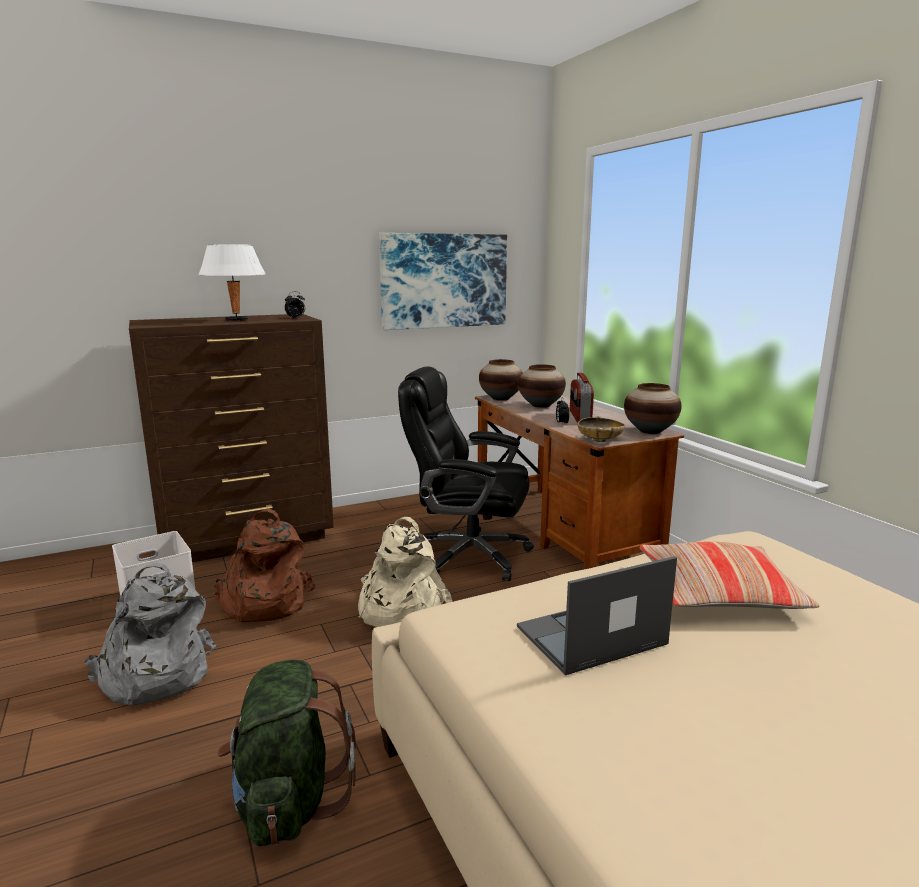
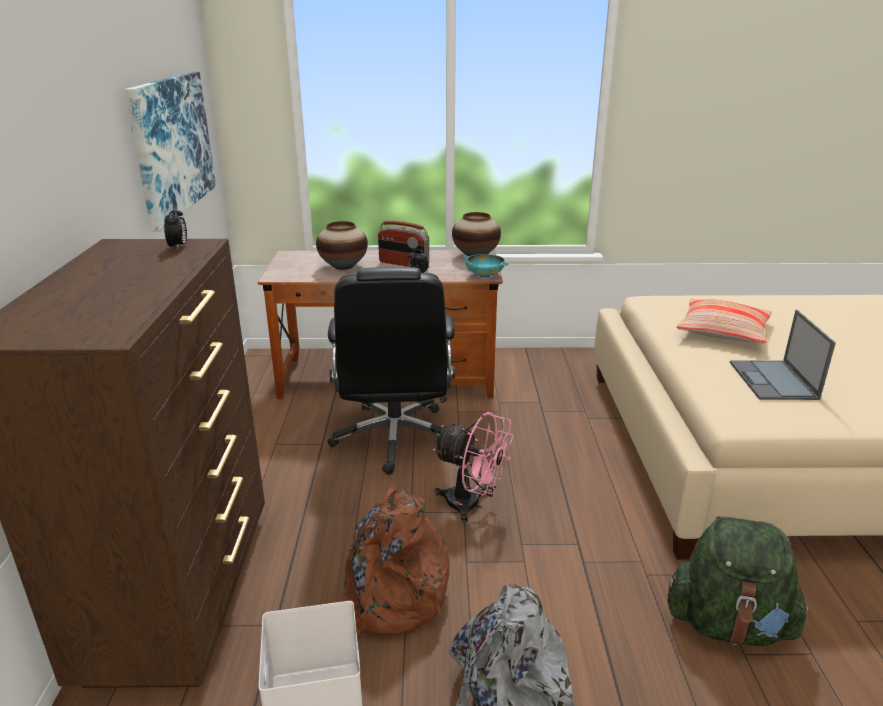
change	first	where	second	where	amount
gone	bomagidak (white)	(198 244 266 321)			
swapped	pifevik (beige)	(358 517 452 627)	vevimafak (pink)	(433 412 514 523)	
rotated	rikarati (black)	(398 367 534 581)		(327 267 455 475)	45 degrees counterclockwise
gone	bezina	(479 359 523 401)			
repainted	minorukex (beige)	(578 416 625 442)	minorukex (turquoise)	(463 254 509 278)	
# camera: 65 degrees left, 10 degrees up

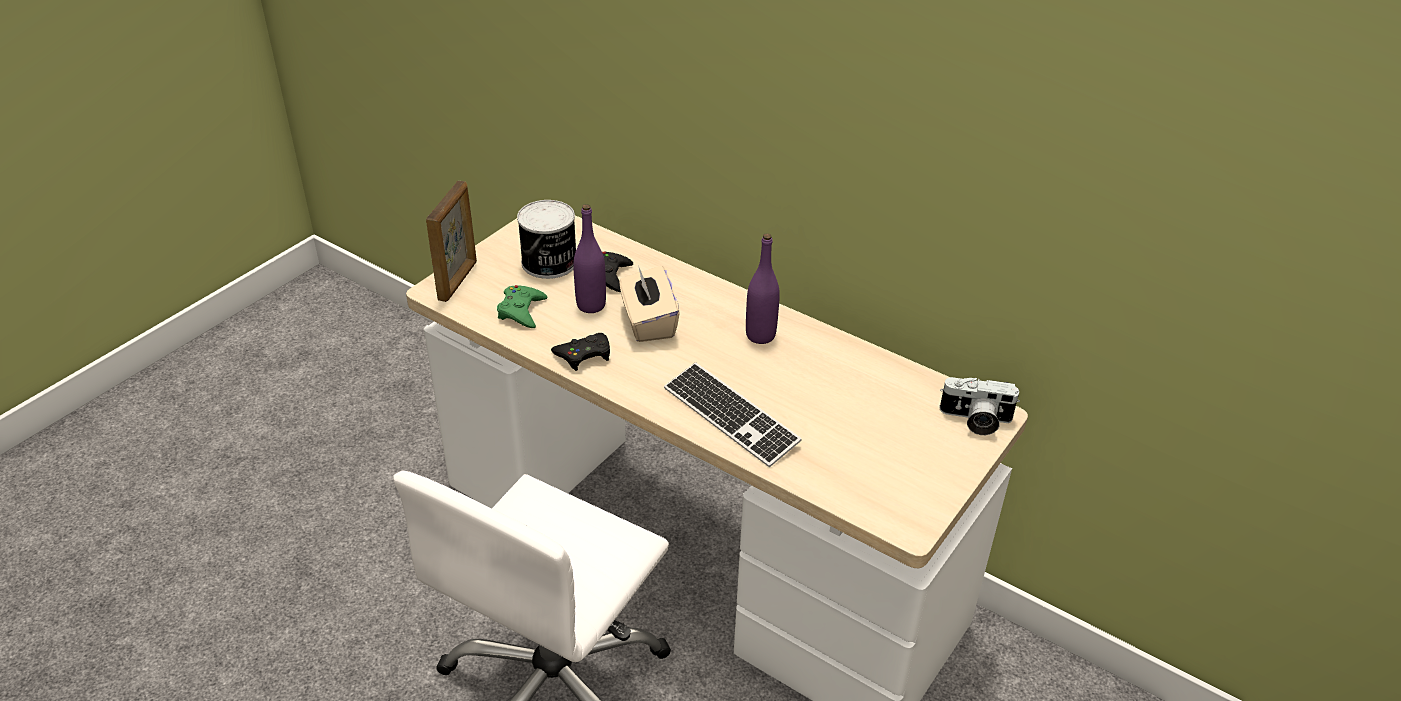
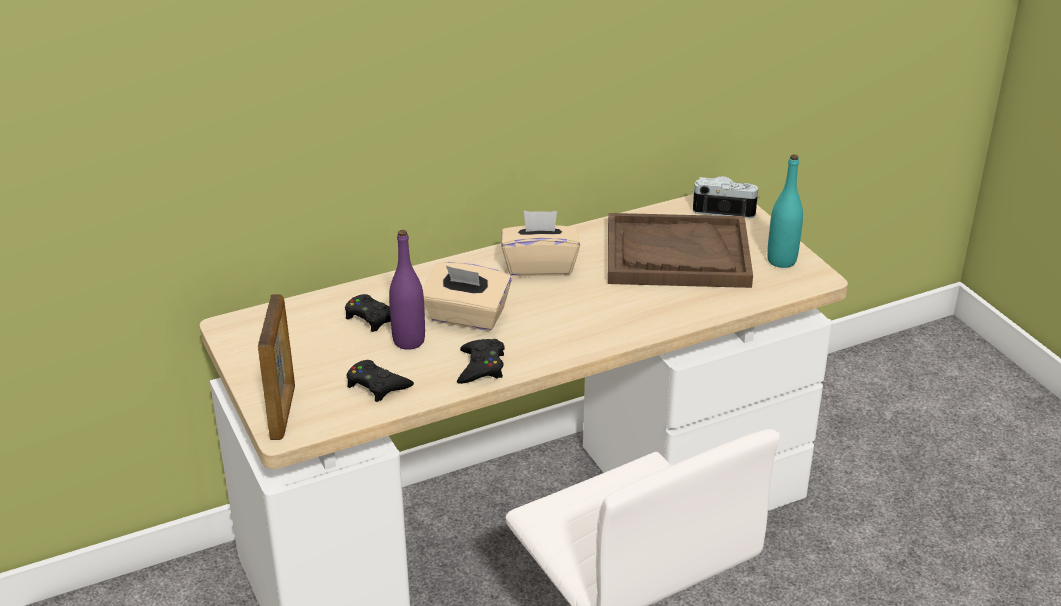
change	first	where	second	where	amount
rotated	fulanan	(426 181 477 302)		(258 294 295 440)	45 degrees clockwise
repainted	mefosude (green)	(497 285 547 328)	mefosude (black)	(347 360 414 402)	
gone	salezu	(517 200 576 279)			
gone	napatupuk	(664 362 802 467)			
swapped	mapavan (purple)	(746 233 780 344)	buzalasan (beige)	(502 211 580 276)	
rotated	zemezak	(939 377 1020 435)		(692 176 760 218)	120 degrees counterclockwise
new			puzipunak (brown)	(608 213 753 288)	
new			mapavan (turquoise)	(767 155 803 268)	
# camera: 60 degrees left, 5 degrees down

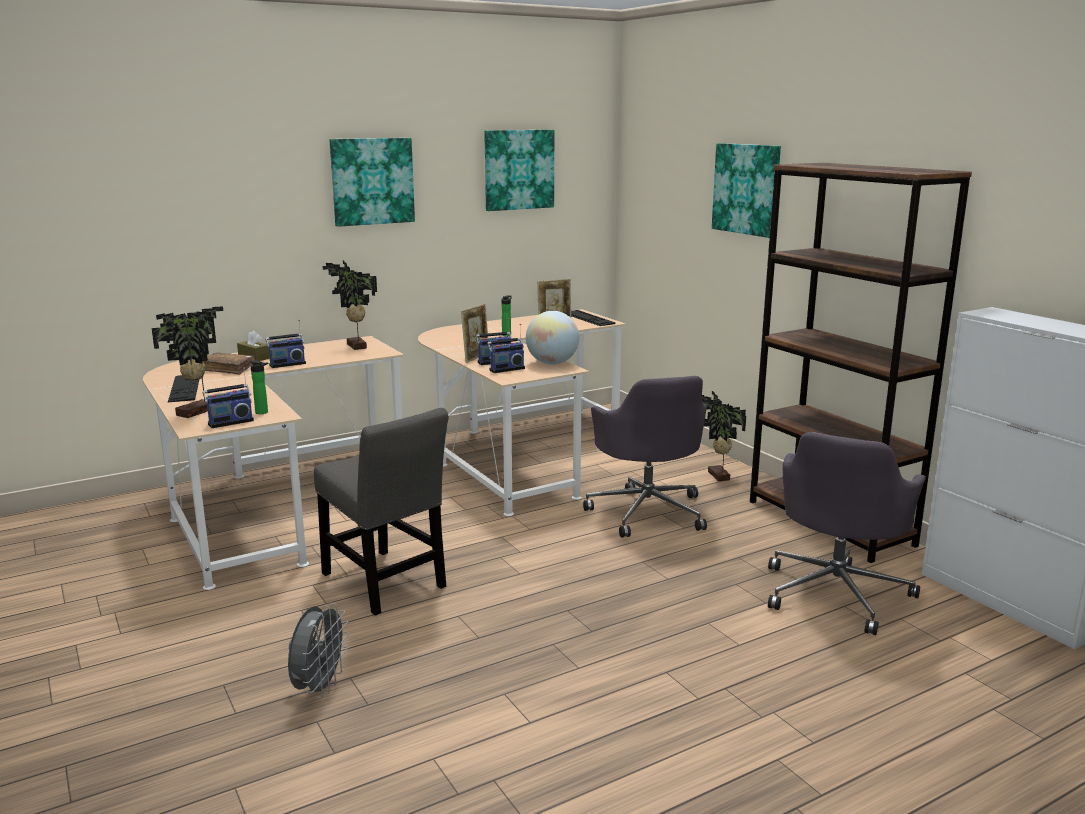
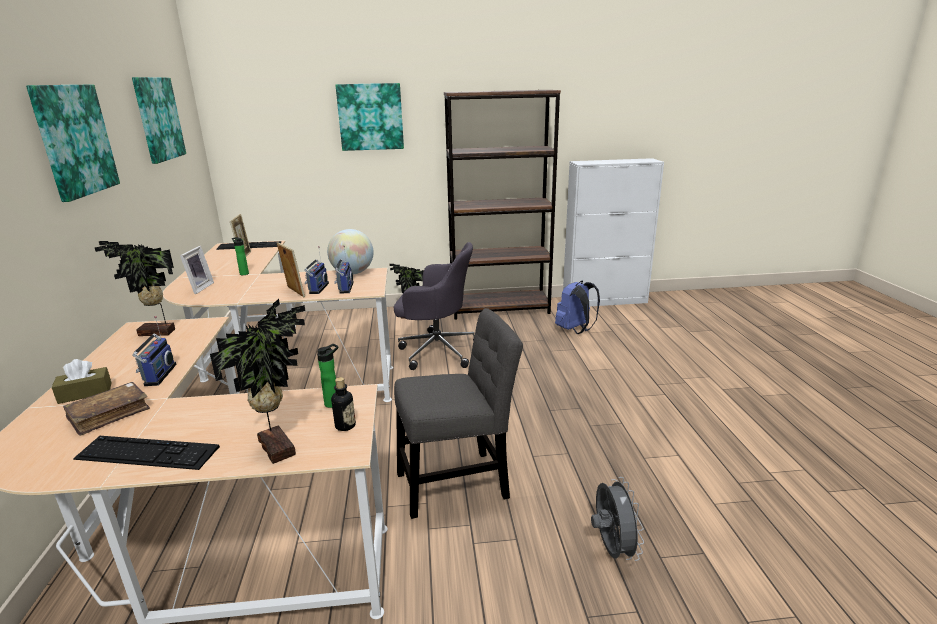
change	first	where	second	where	amount
swapped	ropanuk	(203 367 254 428)	mapavan	(331 377 356 431)	
rotated	vevimafak (grey)	(288 603 349 698)		(591 477 644 561)	45 degrees clockwise
swapped	rikarati (grey)	(768 432 926 635)	pifevik (blue)	(555 281 600 334)	
new			fulanan	(180 246 214 294)	
# camera: 65 degrees left, 5 degrees up

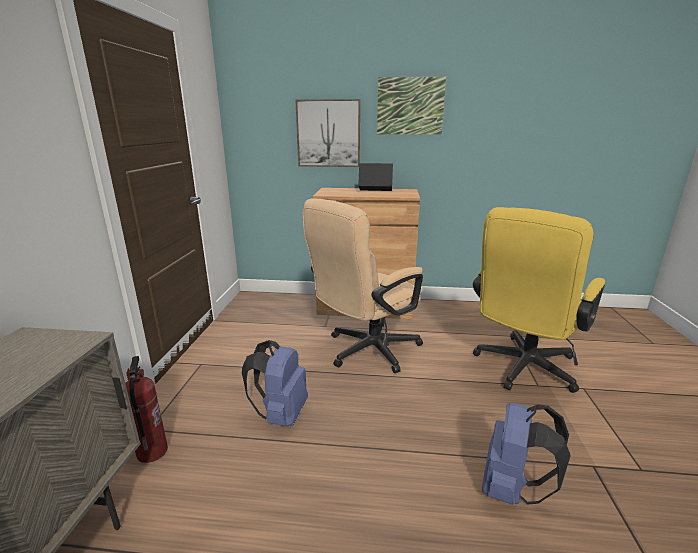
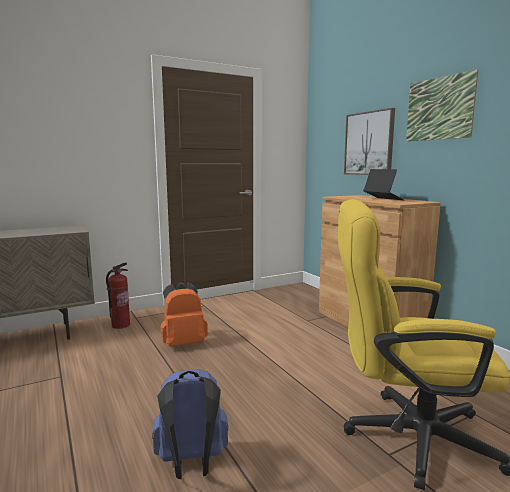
change	first	where	second	where	amount
repainted	pifevik (blue)	(242 340 308 426)	pifevik (orange)	(161 282 208 347)	
gone	rikarati (beige)	(302 198 423 373)			
# camera: 55 degrees right, 10 degrees down

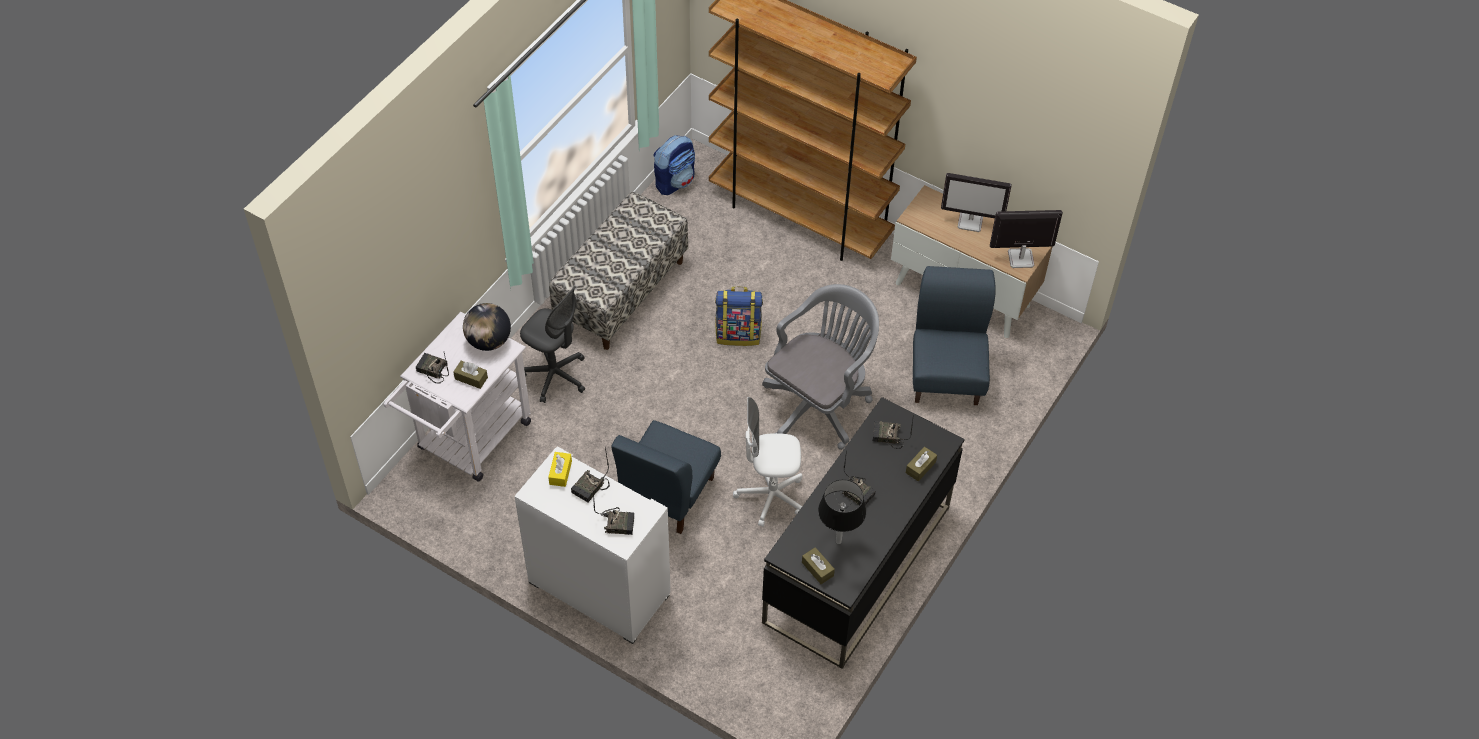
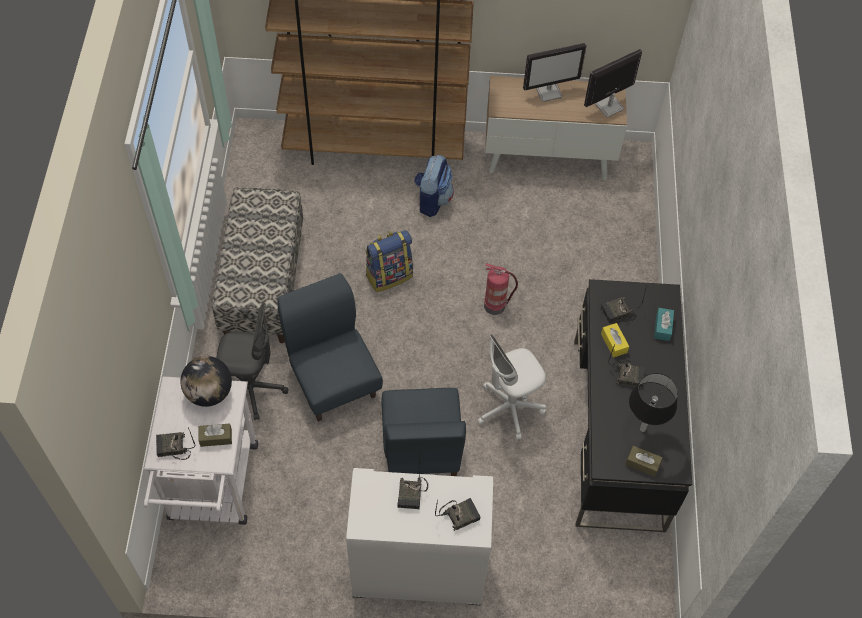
change	first	where	second	where	amount
shifted	buzalasan (yellow)	(548 452 572 487)		(601 323 629 357)	
shifted	pifevik	(653 135 695 195)		(414 155 454 217)	
swapped	rikarati (grey)	(762 284 879 450)	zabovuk	(484 264 518 315)	
repainted	buzalasan (brown)	(906 447 937 481)	buzalasan (turquoise)	(654 308 674 341)	
shifted	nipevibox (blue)	(913 266 996 405)		(277 273 383 422)	
# camera: 30 degrees left, 5 degrees up

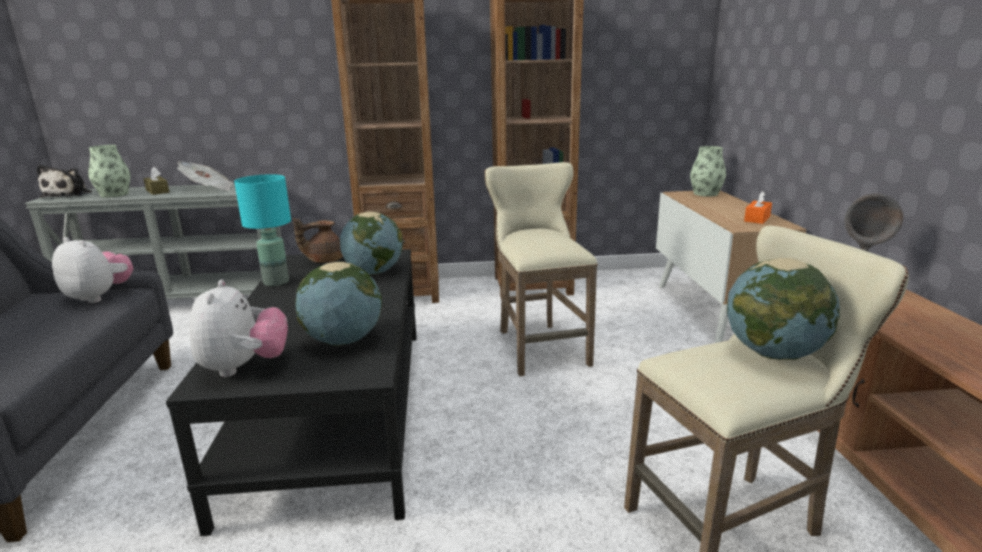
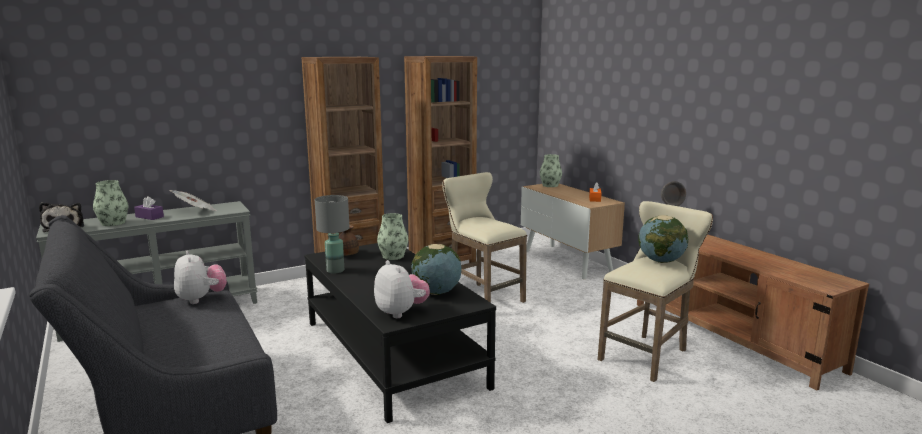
change	first	where	second	where	amount
rotated	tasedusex	(52 237 133 303)		(174 251 227 304)	60 degrees clockwise
repainted	buzalasan (brown)	(144 167 169 195)	buzalasan (purple)	(134 196 164 220)	
repainted	bomagidak (turquoise)	(234 174 291 286)	bomagidak (grey)	(315 195 350 274)	
swapped	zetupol	(340 211 403 275)	bezina	(377 213 408 260)	
# camera: 25 degrees left, 5 degrees down

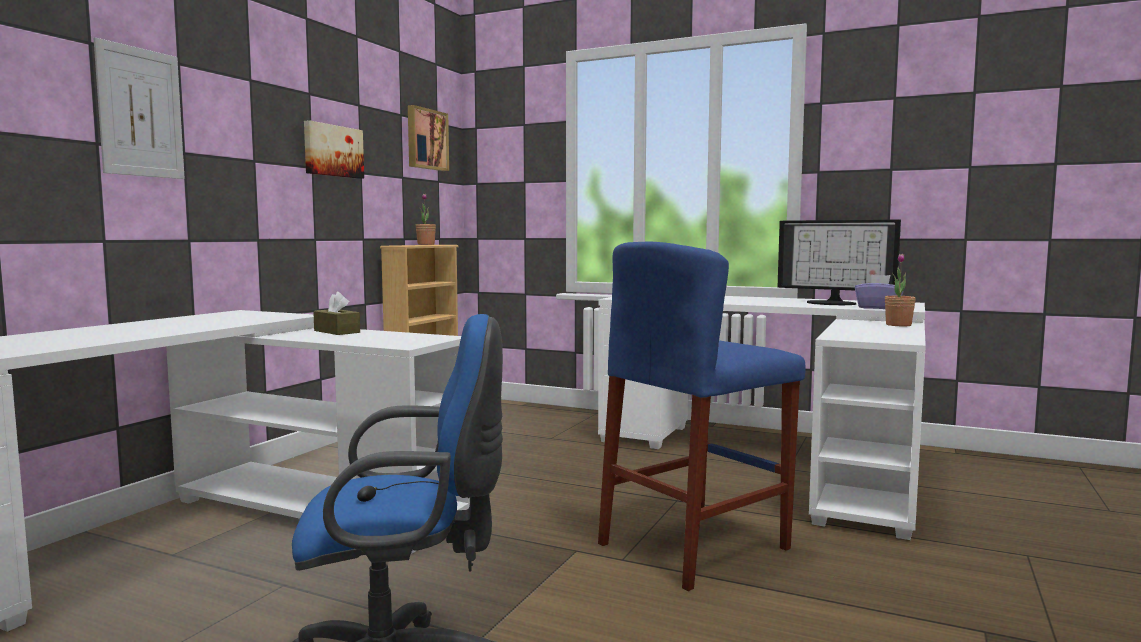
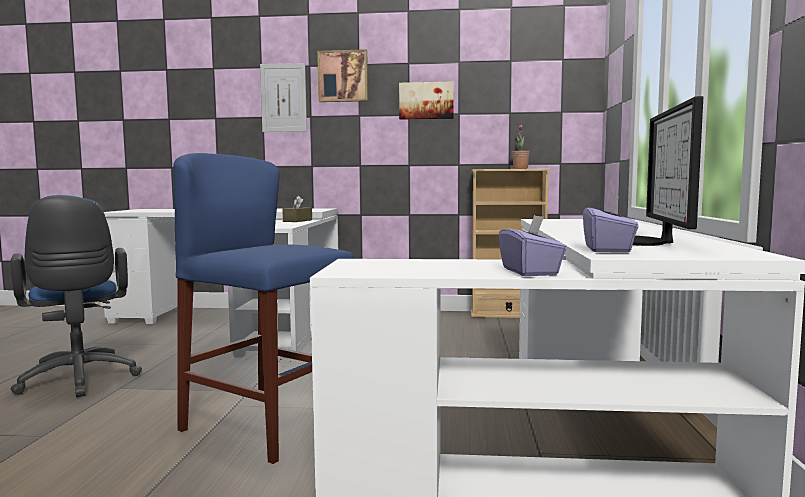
change	first	where	second	where	amount
shifted	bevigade	(408 105 449 171)		(317 49 368 102)	
swapped	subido	(885 254 916 327)	buzalasan (purple)	(499 215 567 276)	
# camera: 70 degrees right, 0 degrees up

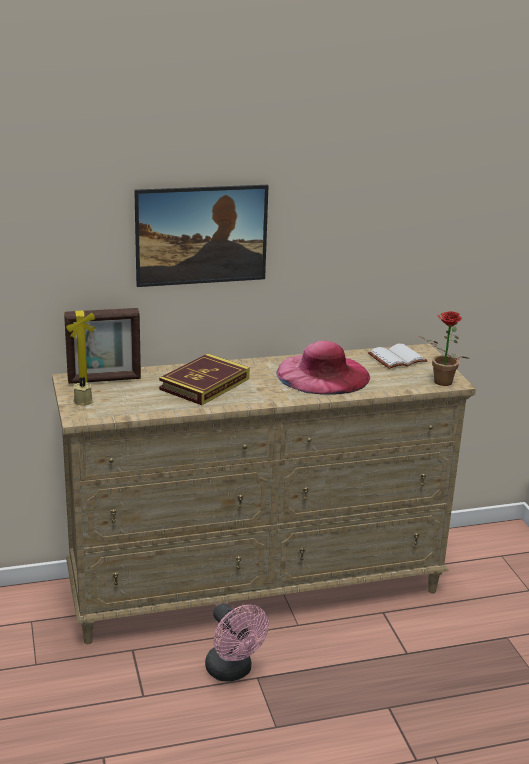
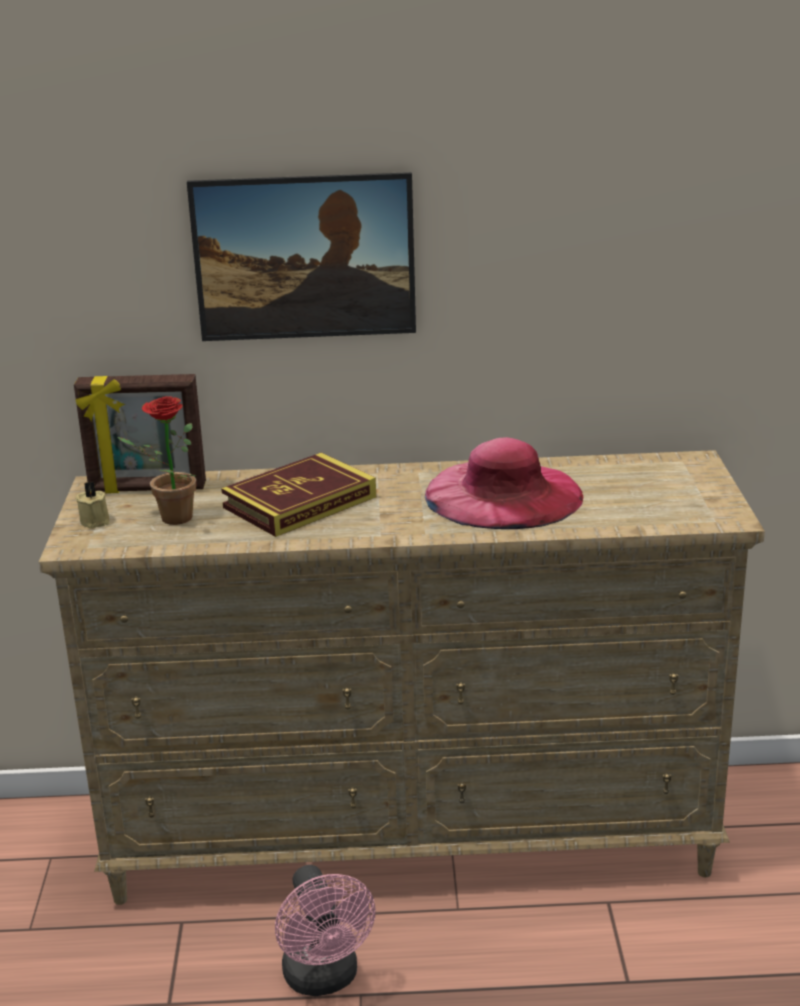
change	first	where	second	where	amount
gone	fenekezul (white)	(368 344 428 369)			
shifted	subido	(419 311 470 386)		(118 396 196 525)	
# camera: 15 degrees right, 0 degrees up

